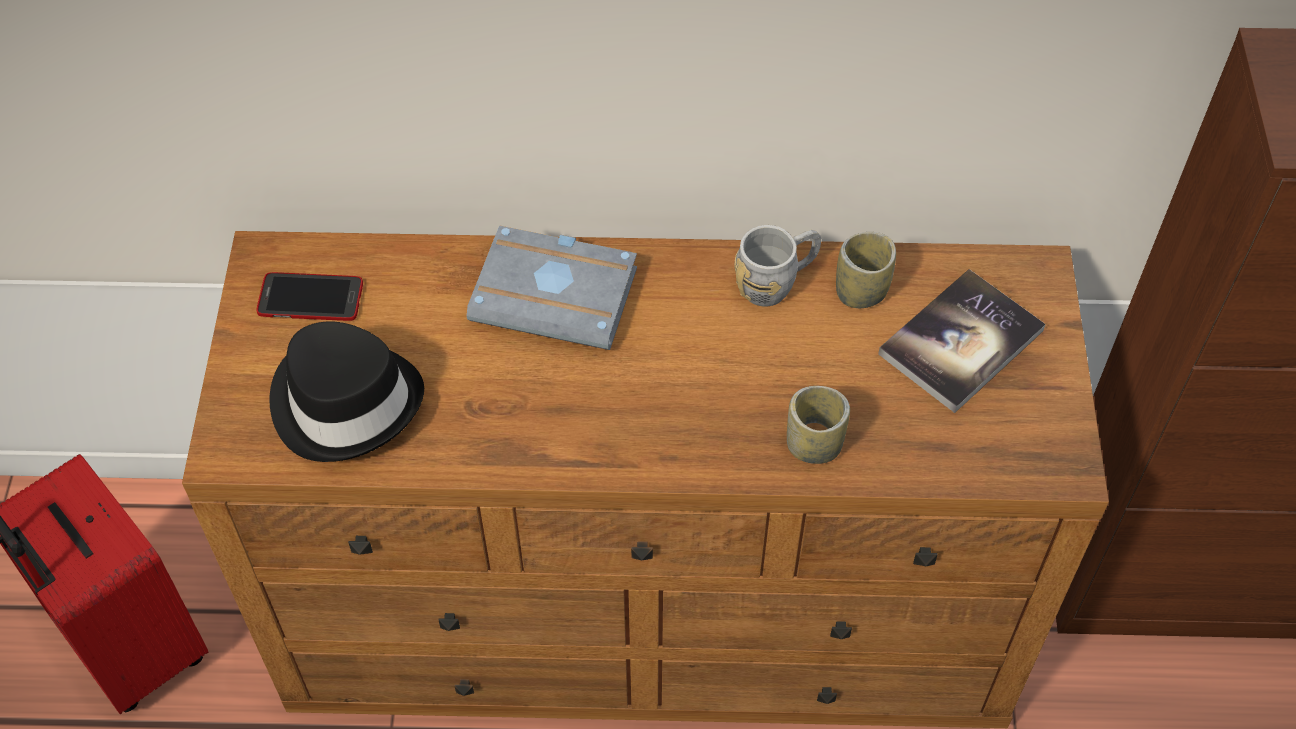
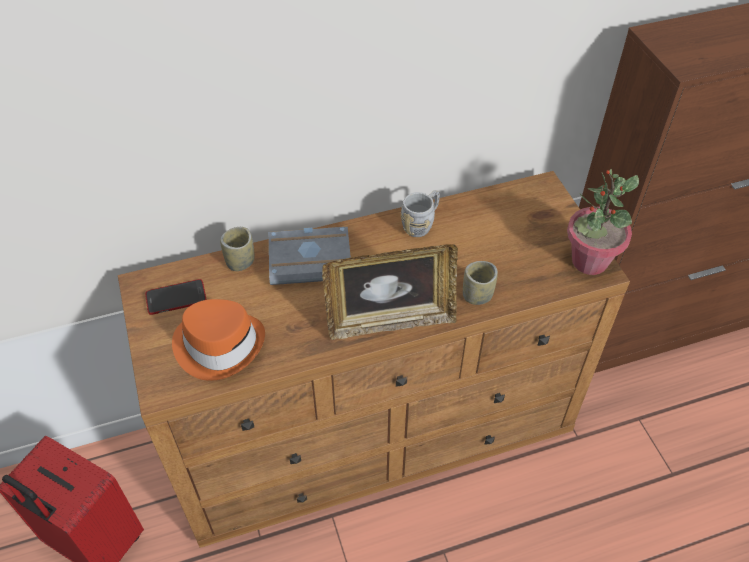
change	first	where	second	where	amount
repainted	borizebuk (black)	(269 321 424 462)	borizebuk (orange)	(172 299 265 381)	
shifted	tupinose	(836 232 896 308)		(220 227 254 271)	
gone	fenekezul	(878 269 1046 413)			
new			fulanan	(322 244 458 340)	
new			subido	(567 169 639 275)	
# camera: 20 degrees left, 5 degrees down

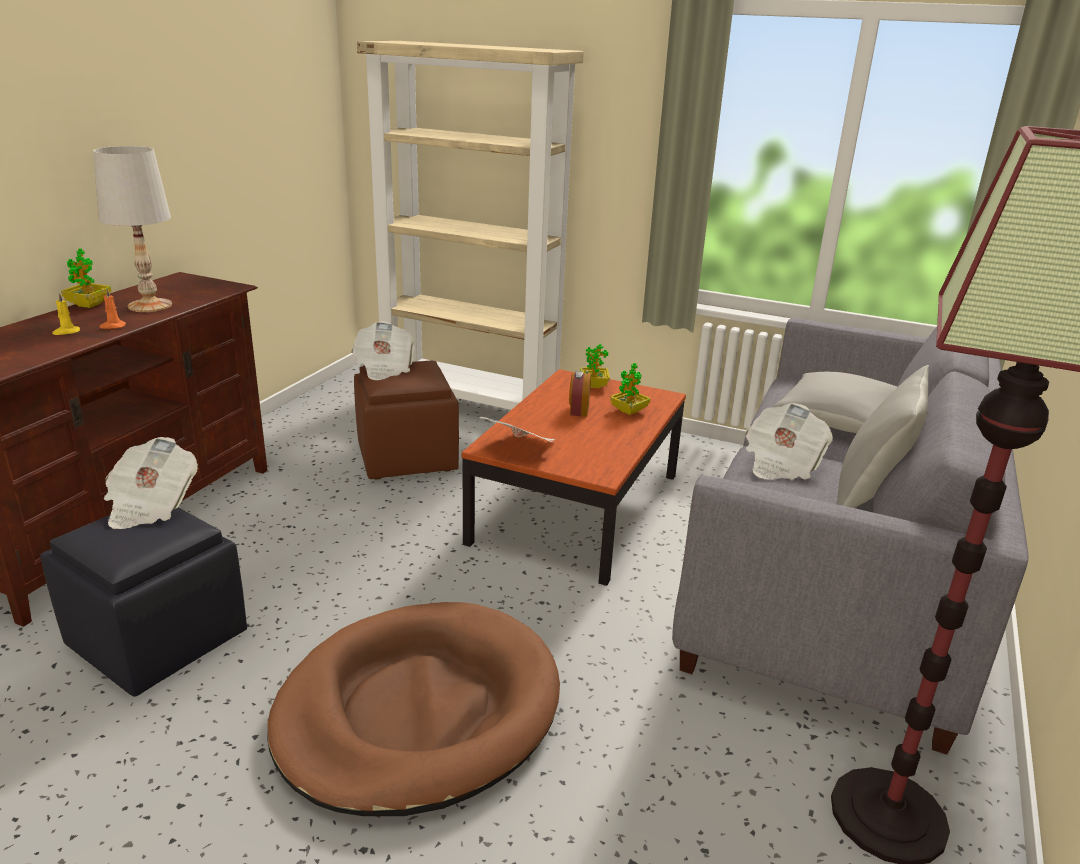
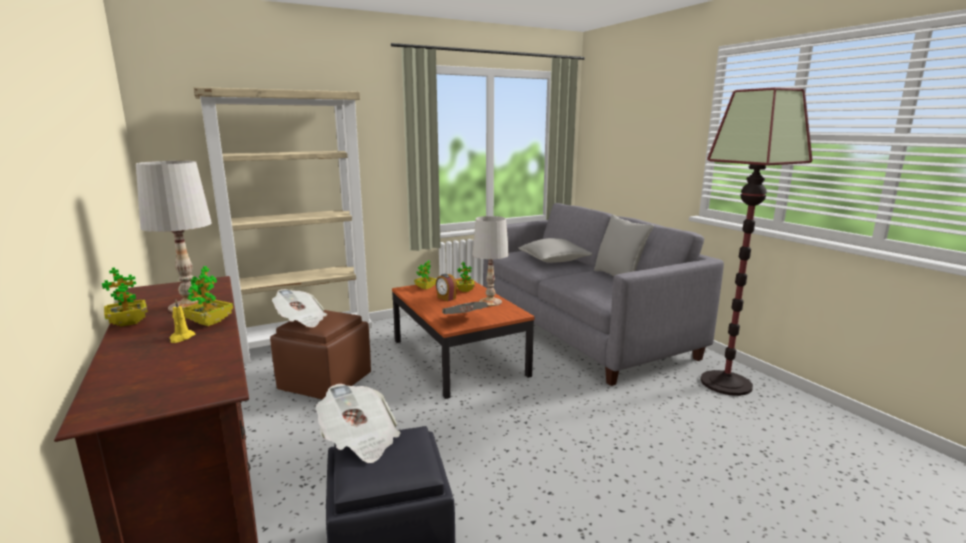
change	first	where	second	where	amount
swapped	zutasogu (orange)	(100 288 126 329)	subido	(182 266 233 326)	
gone	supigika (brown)	(267 602 560 816)			
gone	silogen	(745 403 833 480)			
new			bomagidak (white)	(472 216 509 306)	
# camera: 50 degrees left, 10 degrees down

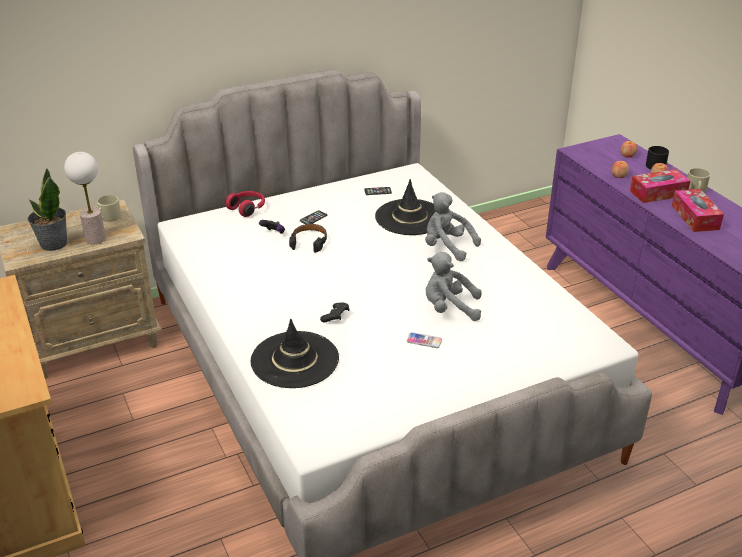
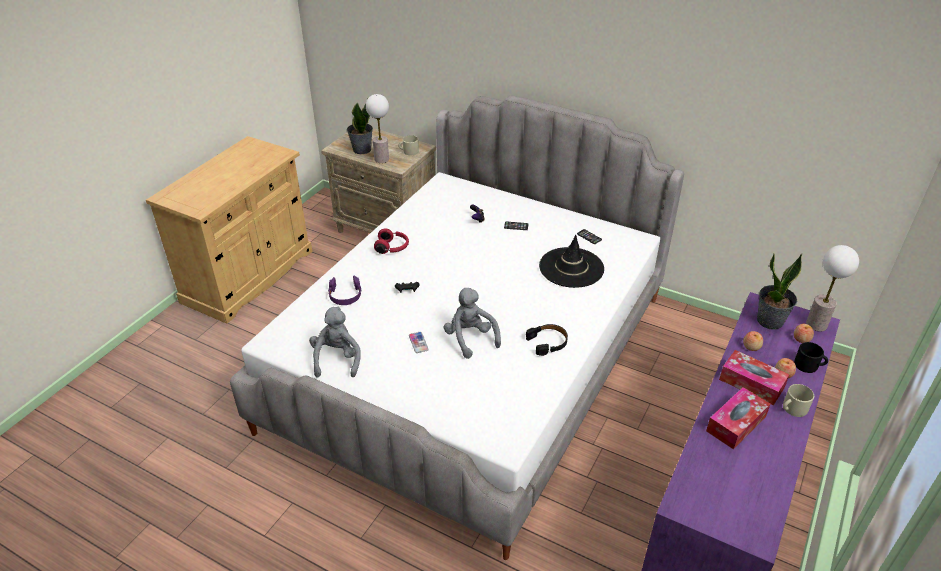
change	first	where	second	where	amount
shifted	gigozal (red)	(225 191 265 217)		(374 229 409 254)	
swapped	borizebuk (black)	(251 319 339 388)	gigozal (purple)	(328 276 361 305)	
shifted	gigozal (black)	(289 224 327 253)		(526 324 568 356)	
shifted	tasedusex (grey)	(425 192 481 261)		(309 307 361 377)	
new			subido	(757 253 802 330)	
new			bomagidak	(806 245 859 331)	
# camera: 55 degrees right, 5 degrees up

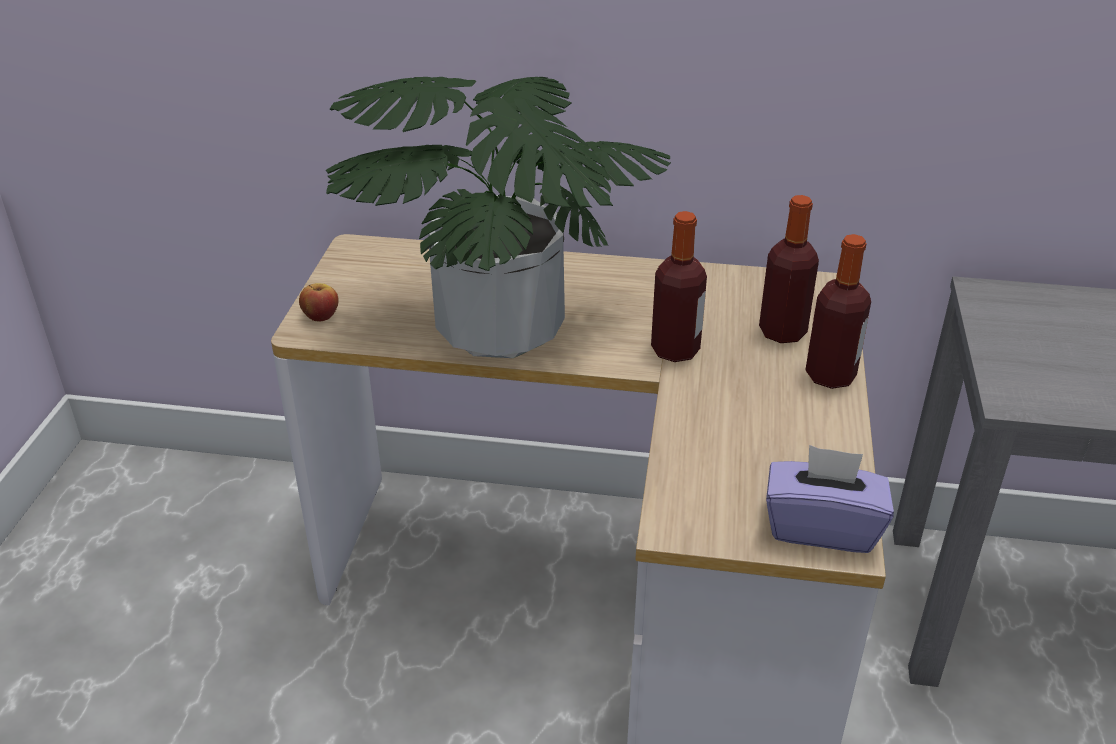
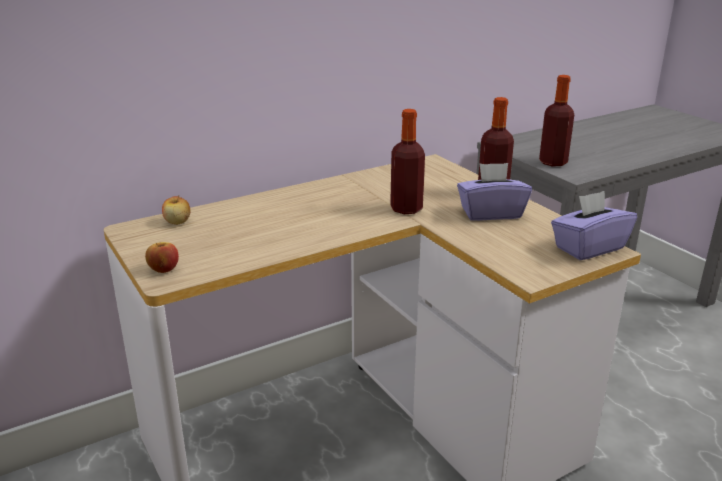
change	first	where	second	where	amount
gone	subido	(326 77 671 358)			
shifted	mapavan	(759 195 819 343)		(539 75 574 166)	
new			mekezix	(162 195 190 225)	
new			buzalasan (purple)	(457 163 532 221)	
# camera: 40 degrees left, 10 degrees down

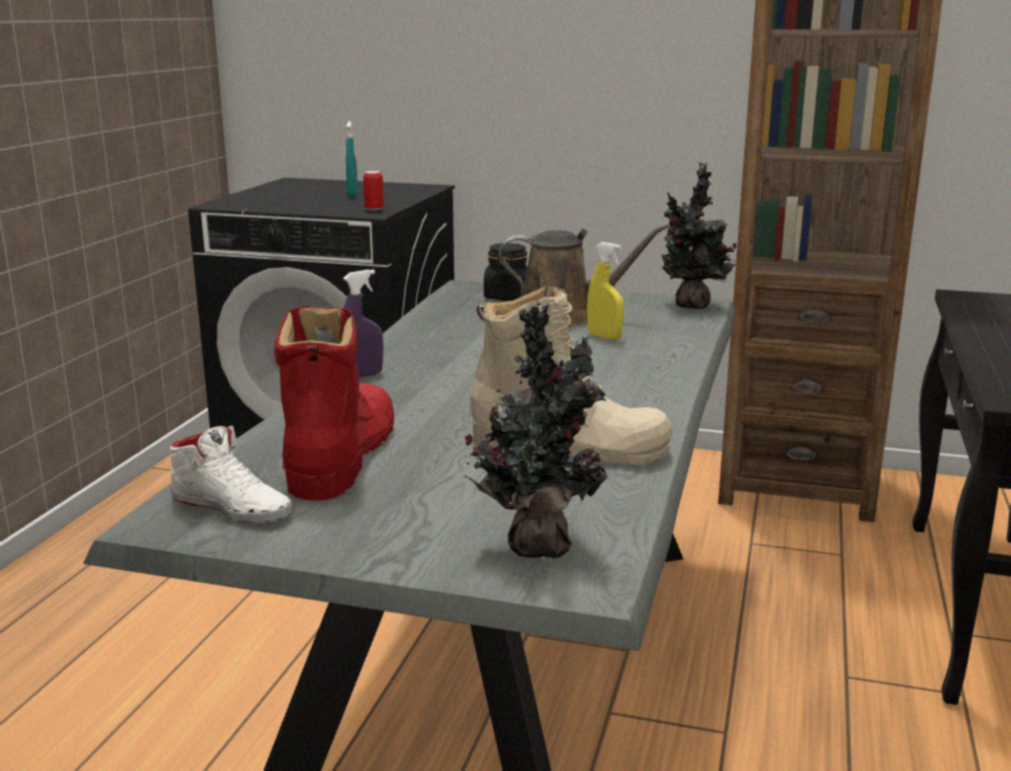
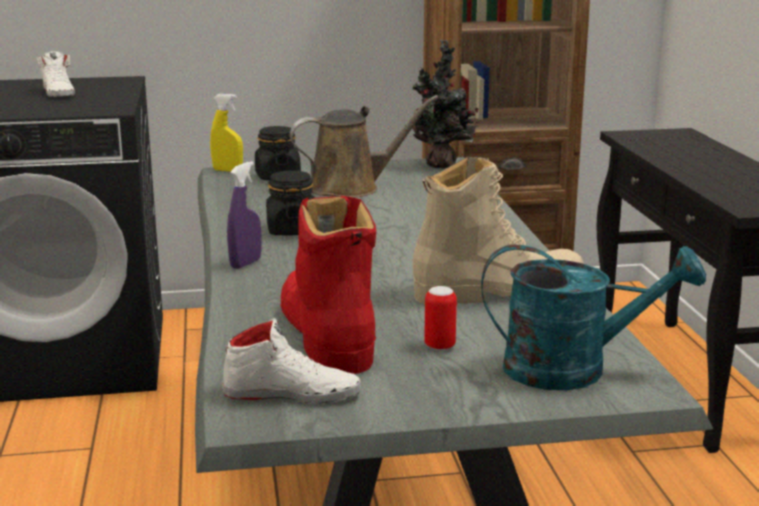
change	first	where	second	where	amount
swapped	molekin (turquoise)	(346 121 358 196)	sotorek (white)	(37 51 75 97)	
shifted	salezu	(363 171 384 211)		(424 286 457 351)	
swapped	subido	(463 303 608 559)	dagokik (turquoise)	(481 244 706 390)	
shifted	molekin (yellow)	(587 242 624 340)		(210 94 243 172)	
new			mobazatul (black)	(266 170 315 236)	
# camera: 25 degrees left, 0 degrees up

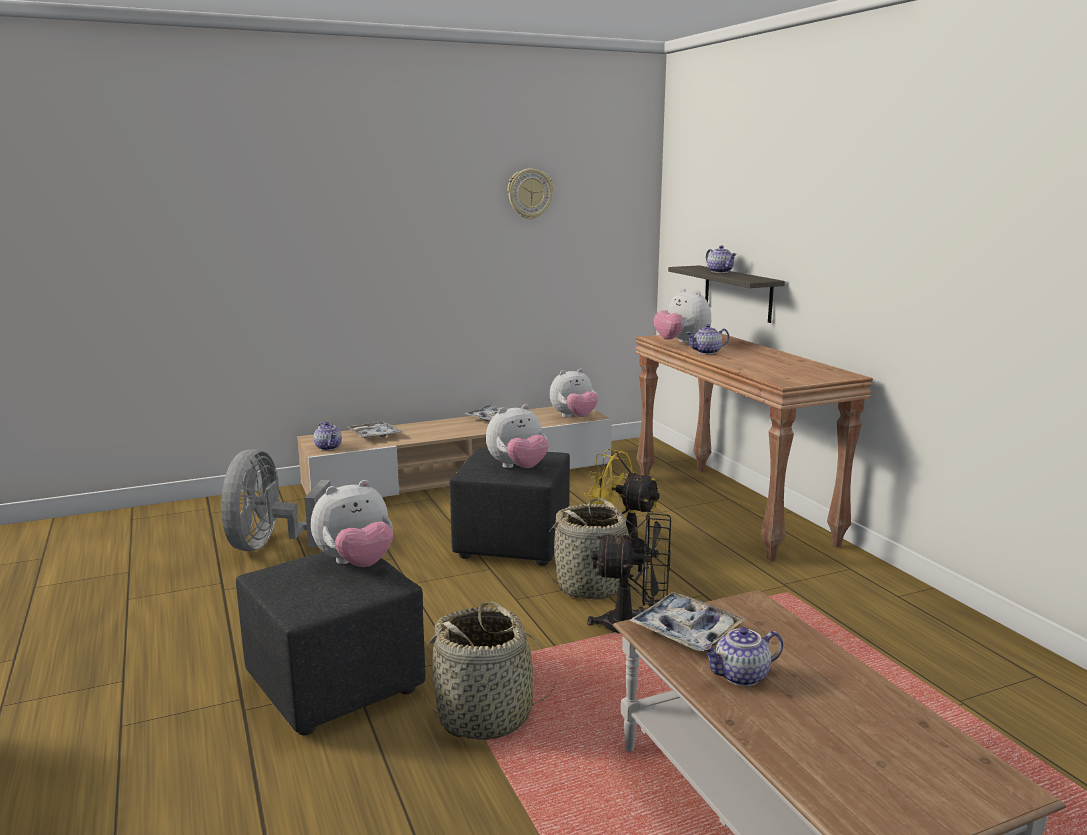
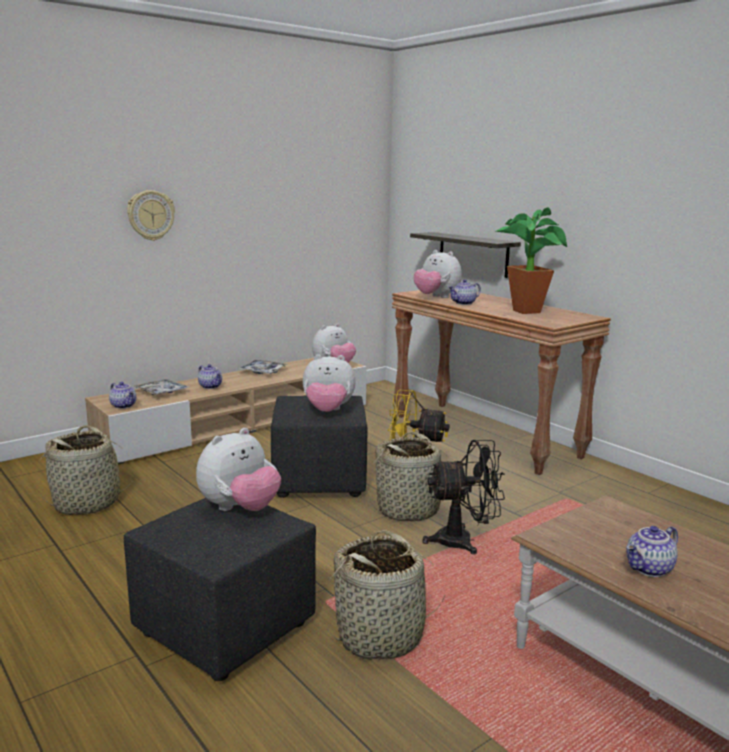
change	first	where	second	where	amount
swapped	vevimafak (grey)	(221 449 331 551)	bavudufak	(40 425 136 515)	
rotated	tasedusex	(486 404 549 468)		(303 354 356 412)	45 degrees clockwise
shifted	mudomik	(508 169 553 219)		(127 190 175 241)	
gone	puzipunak	(629 592 745 651)			
shifted	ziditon	(706 245 736 273)		(198 364 222 389)	
new			subido	(496 208 567 314)	
# camera: 15 degrees left, 0 degrees up

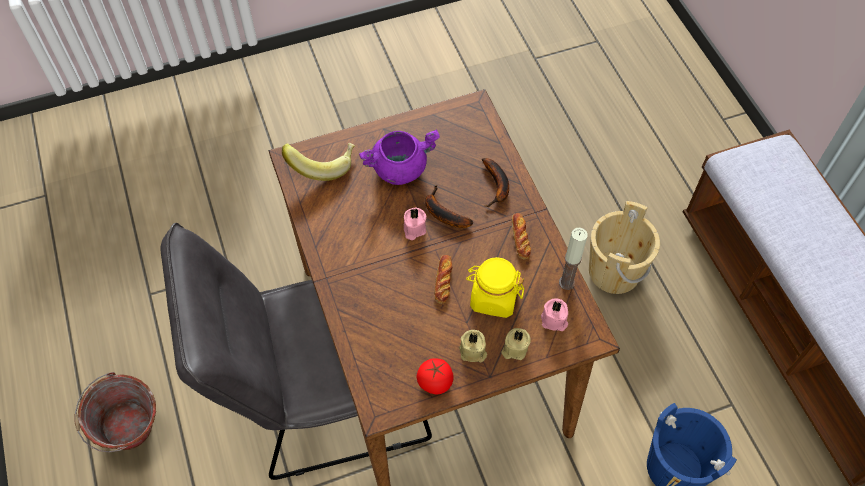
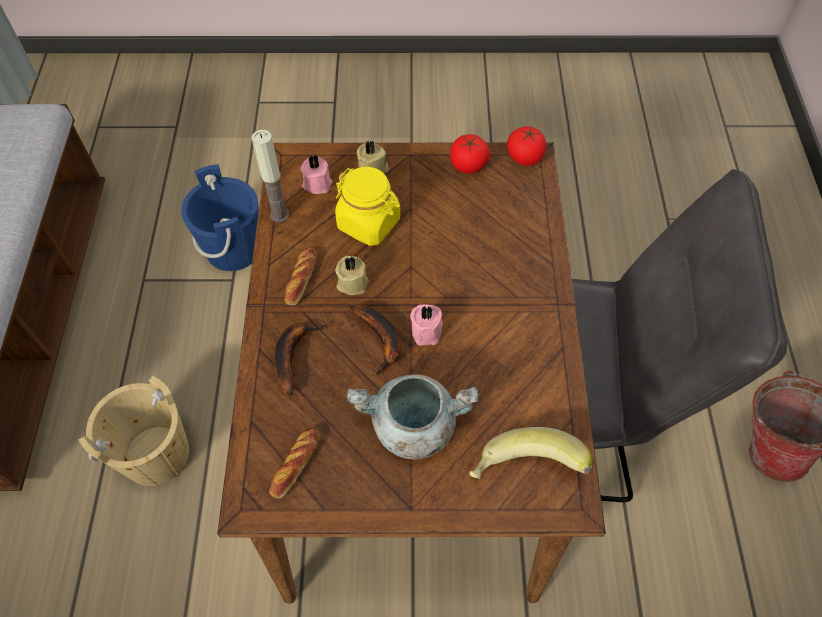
change	first	where	second	where	amount
repainted	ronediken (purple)	(359 129 440 185)	ronediken (grey)	(347 374 478 460)	
shifted	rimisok	(434 255 453 304)		(269 428 320 499)	
shifted	zutasogu (beige)	(459 330 487 362)		(335 256 369 295)	
new			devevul	(507 126 546 166)	
# camera: 160 degrees left, 0 degrees up

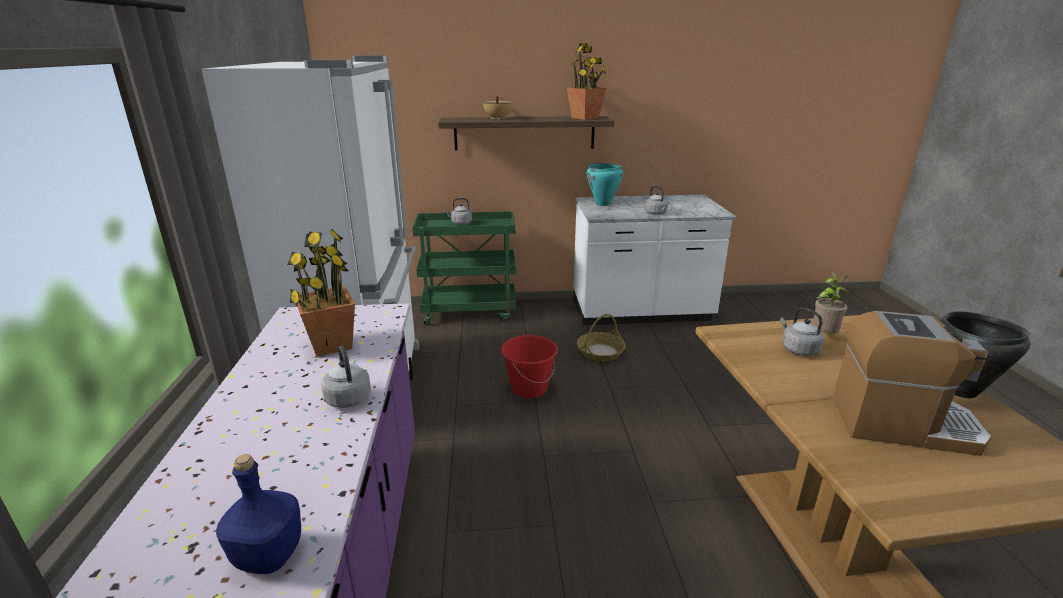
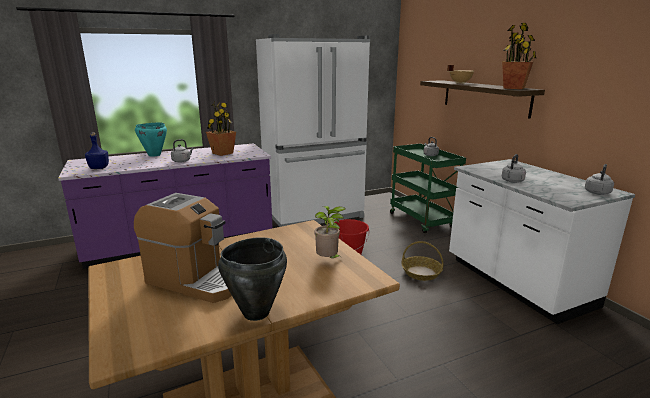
change	first	where	second	where	amount
shifted	ronediken (turquoise)	(586 163 624 206)		(135 122 167 157)	
shifted	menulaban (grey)	(780 308 824 356)		(585 164 614 195)	
rotated	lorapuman	(833 311 992 456)		(134 193 232 303)	60 degrees counterclockwise
# camera: 70 degrees right, 5 degrees down

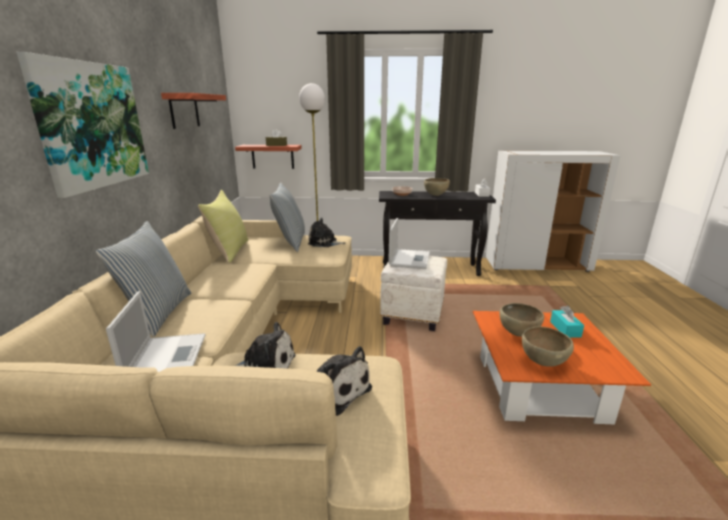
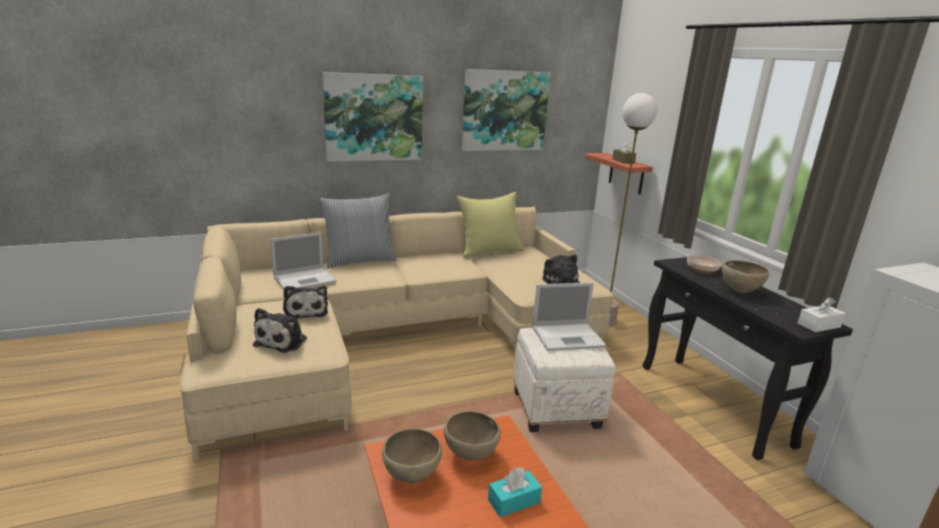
change	first	where	second	where	amount
swapped	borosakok	(161 93 226 129)	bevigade	(462 69 551 151)	
gone	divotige	(270 182 305 252)			
# camera: 65 degrees right, 0 degrees up

